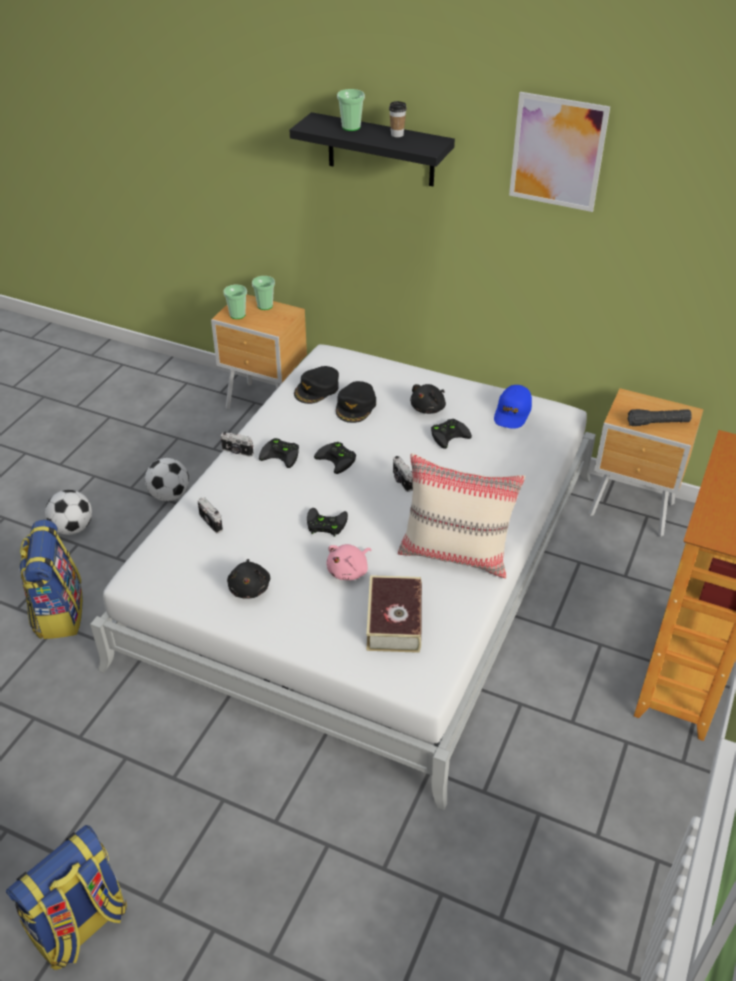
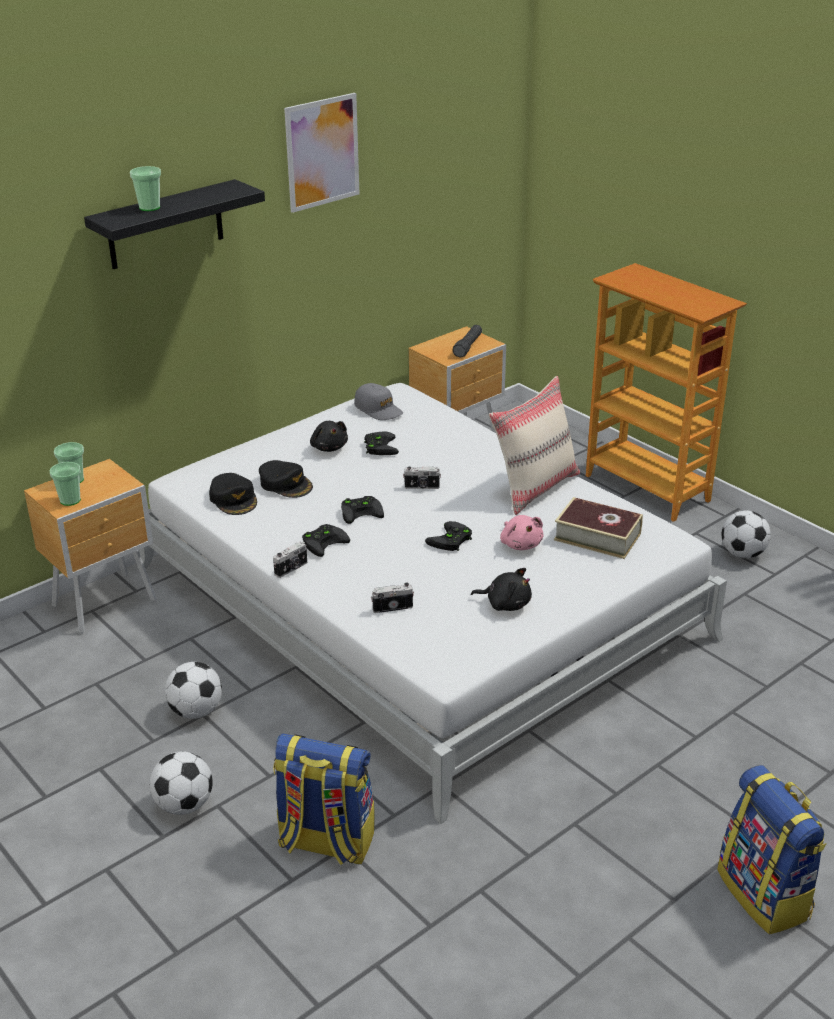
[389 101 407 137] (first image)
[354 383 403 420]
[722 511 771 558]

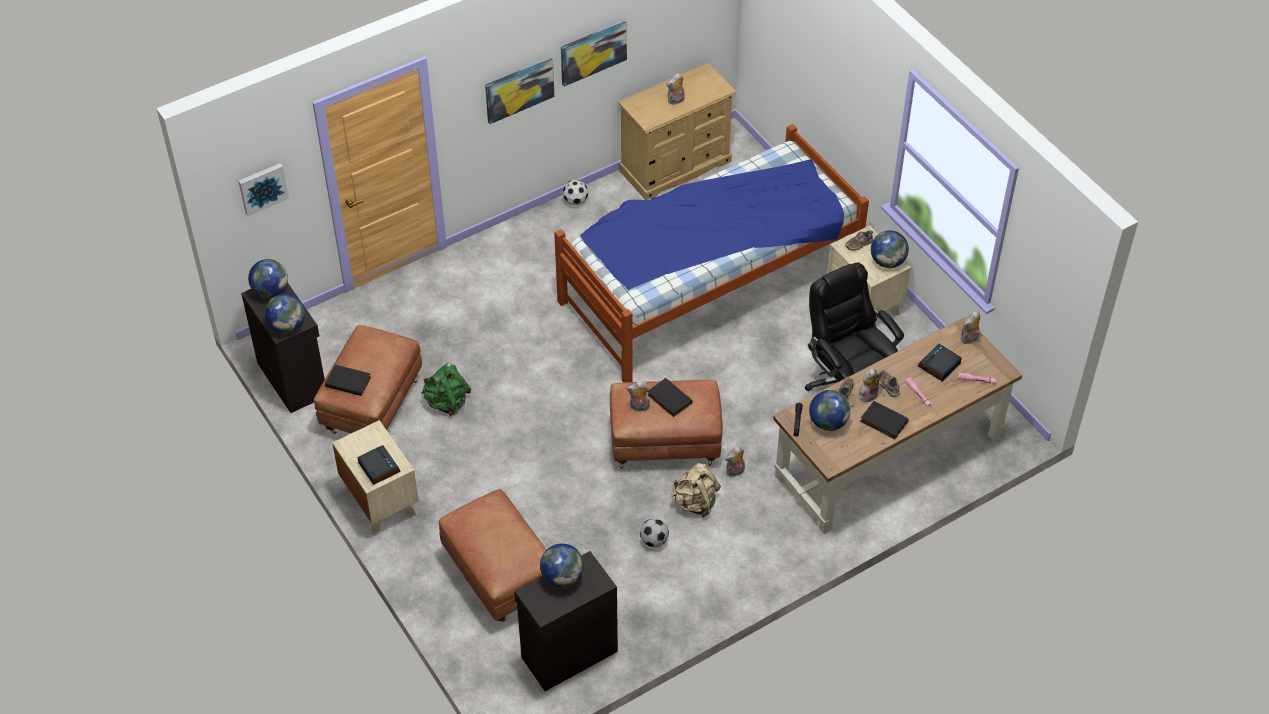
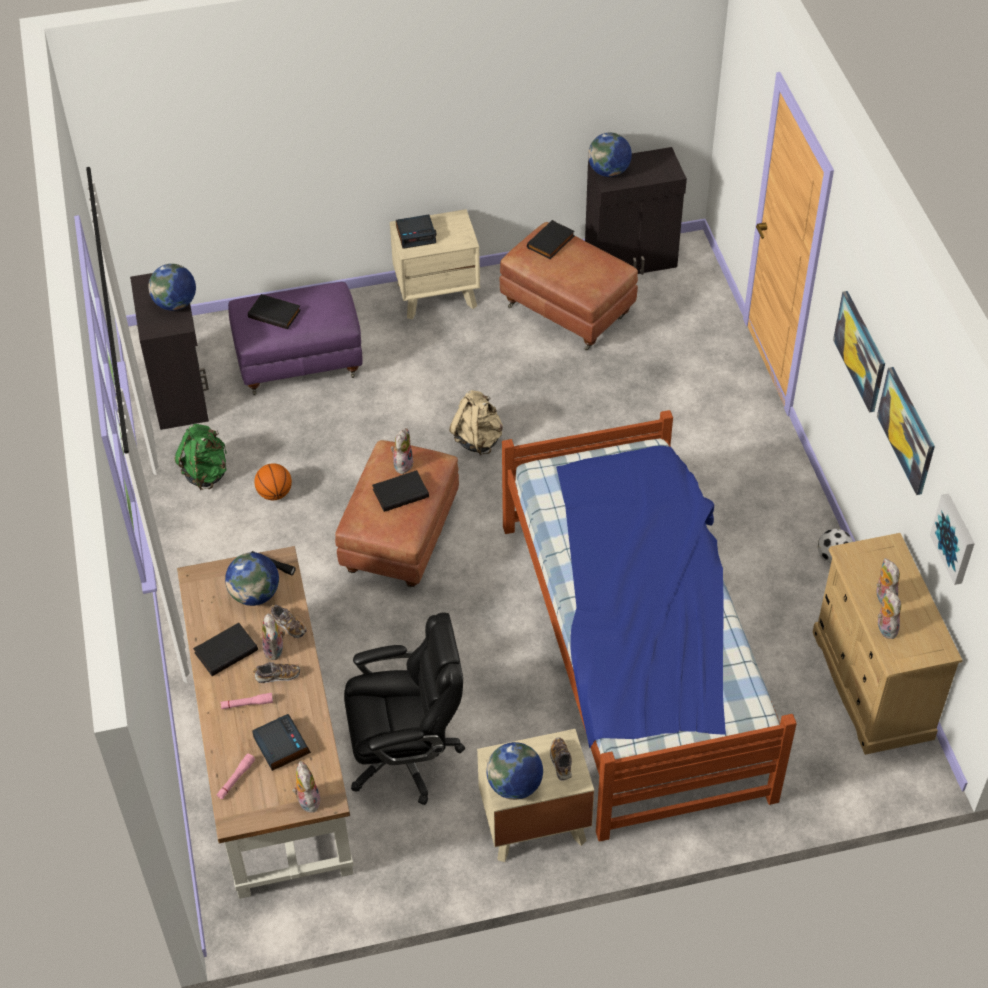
[930 493 975 585]
[248 259 288 298] (first image)
[175 424 227 490]
[228 282 363 395]
[254 463 292 500]
[450 390 503 455]
[878 589 901 639]
[248 294 301 329]

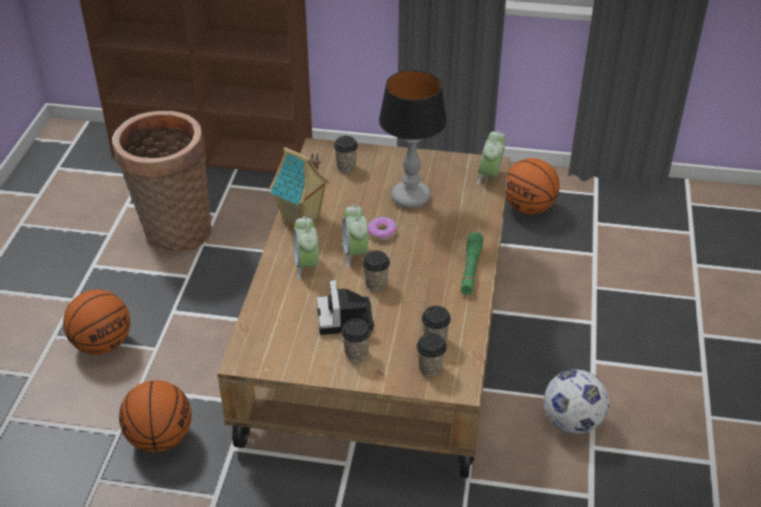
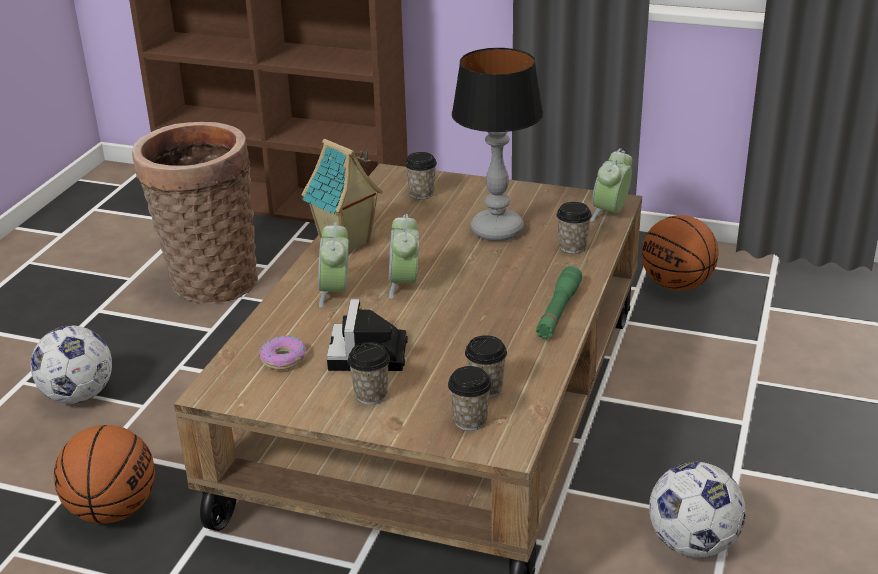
[31 325 112 404]
[557 202 592 254]
[259 335 306 370]

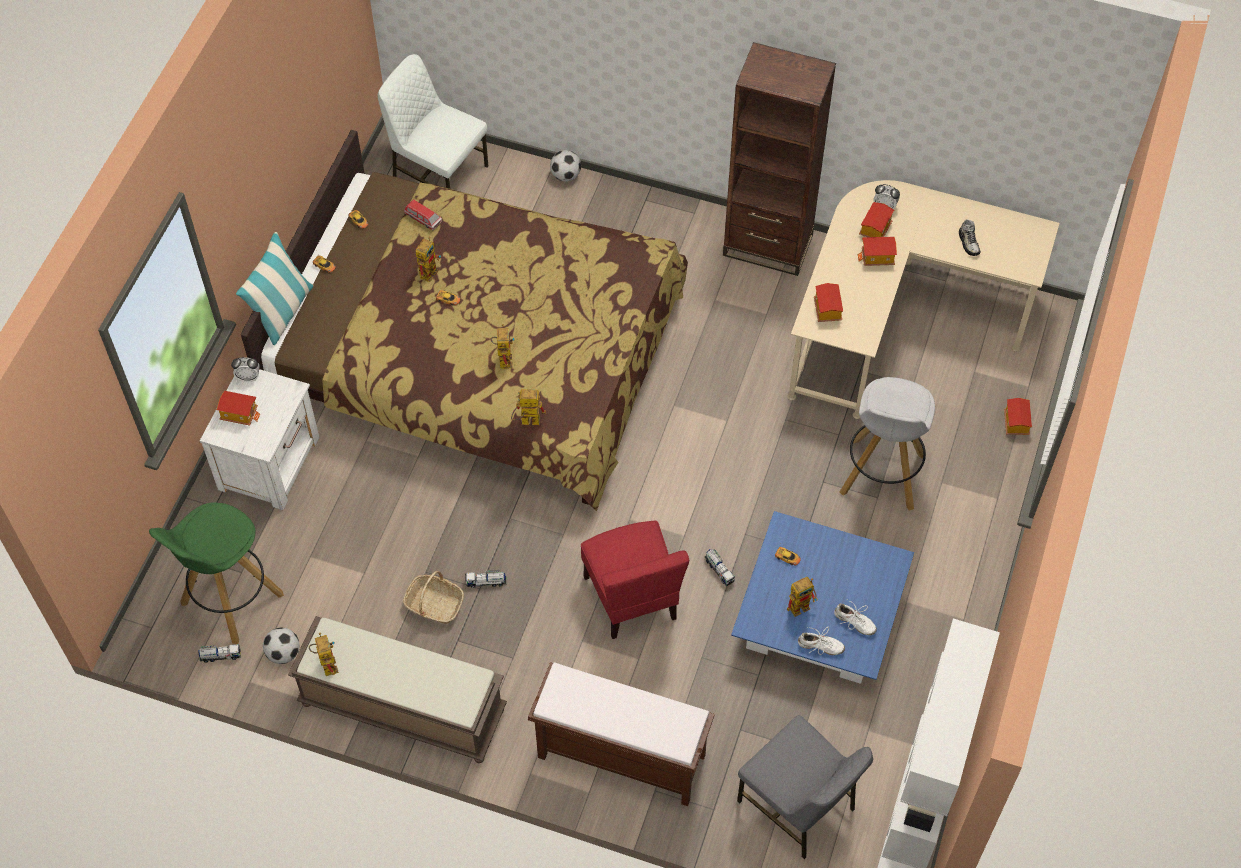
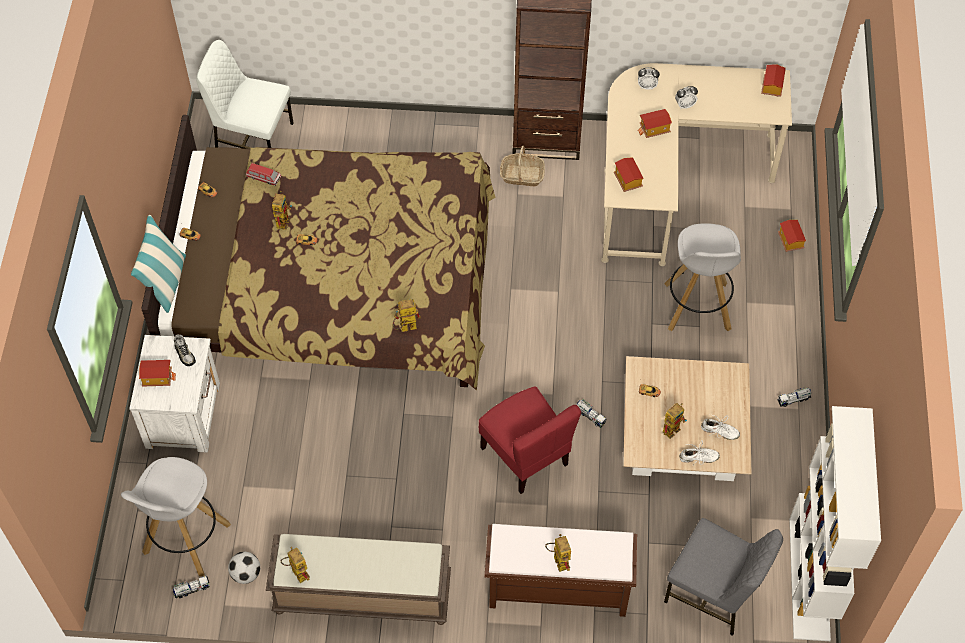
[121 457 231 576]
[675 86 698 109]
[500 146 545 186]
[778 387 811 407]
[545 534 571 572]
[550 150 581 182] (first image)
[623 356 752 481]
[761 64 786 97]
[174 335 196 366]

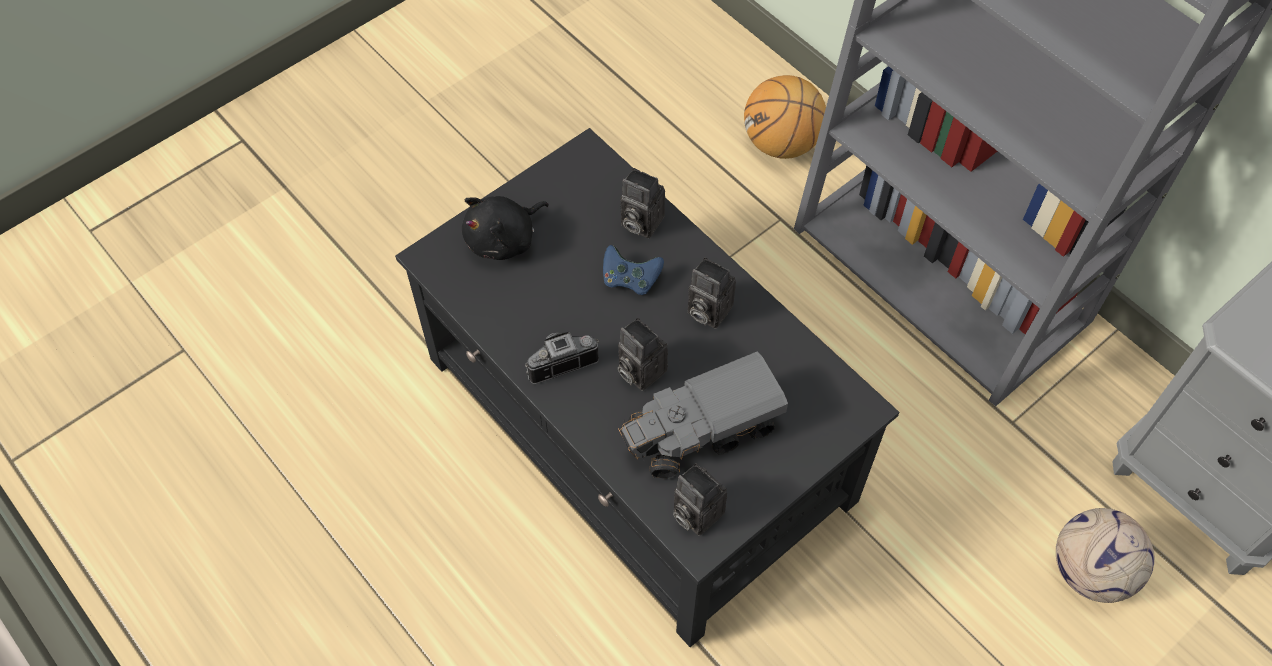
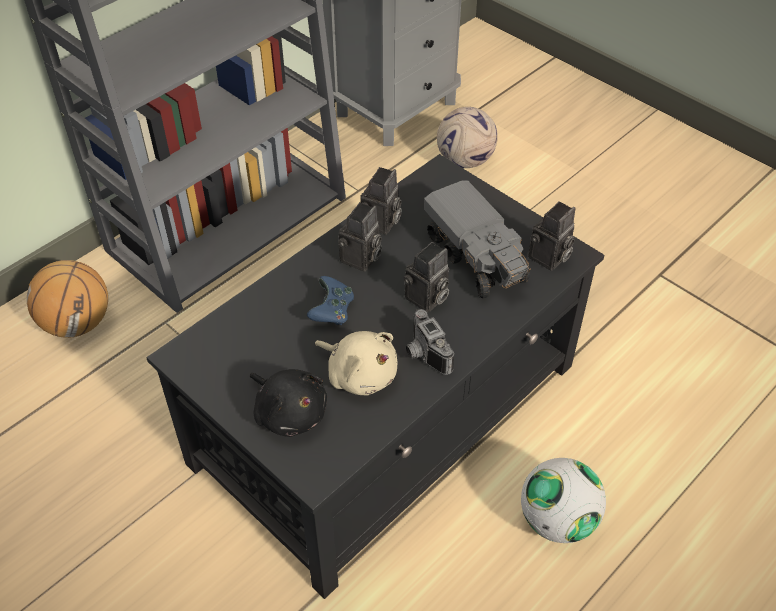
[360 167 402 235]
[315 331 398 396]
[521 458 606 543]

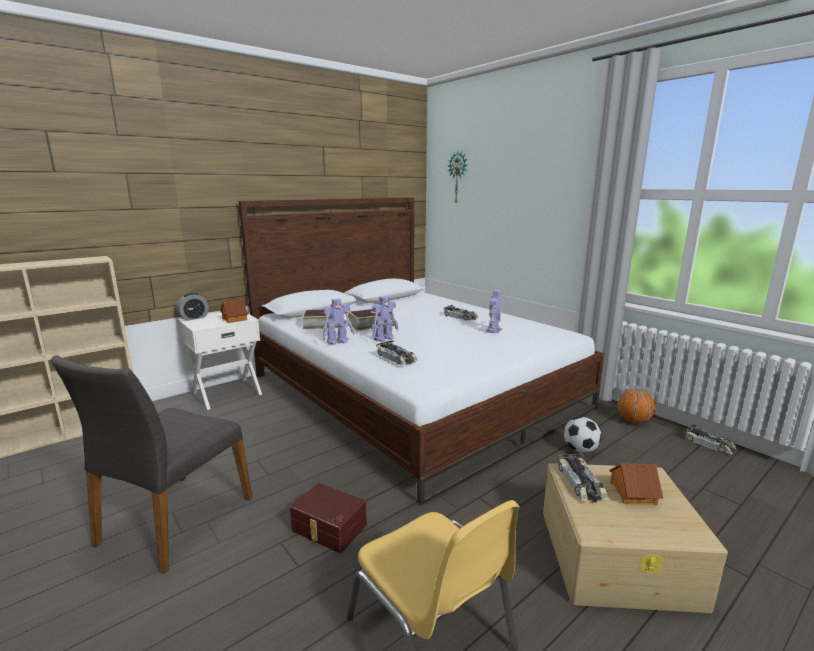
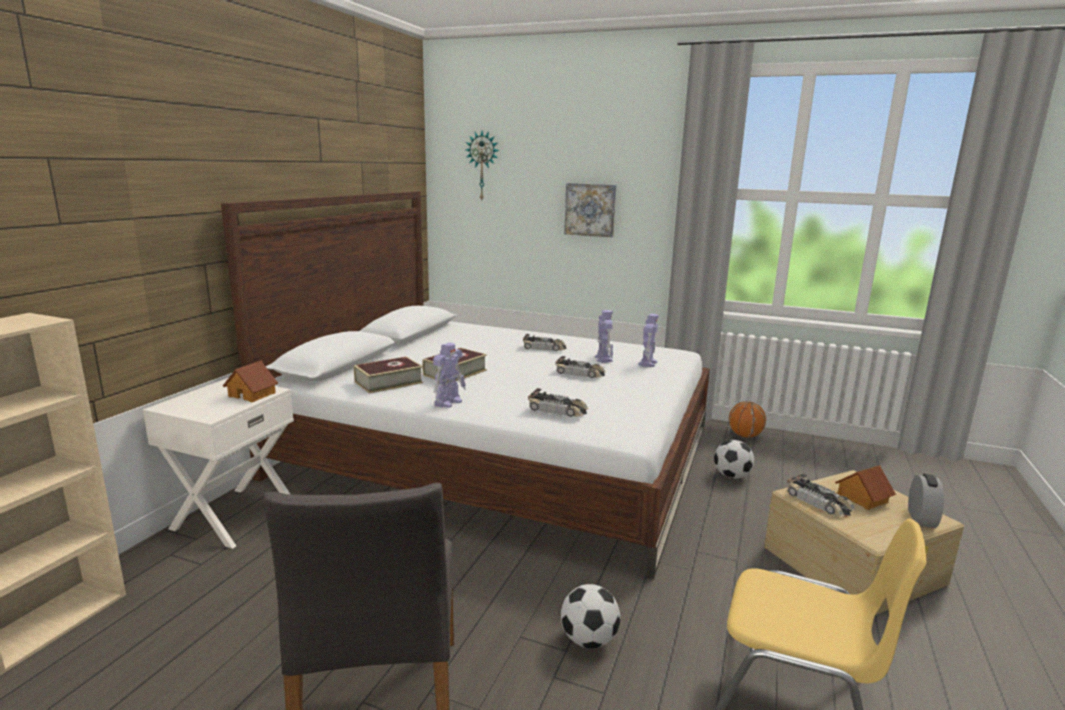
[908 474 944 528]
[561 584 620 648]
[638 314 659 367]
[556 356 606 378]
[564 183 617 237]

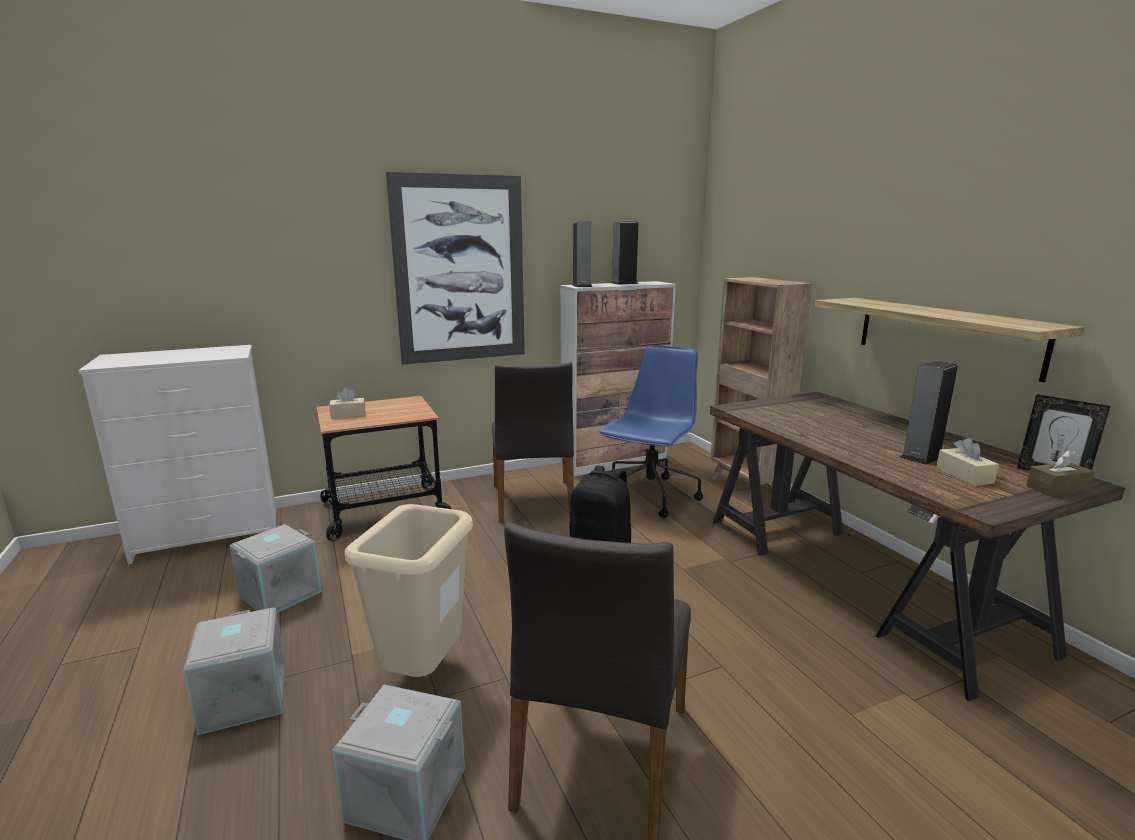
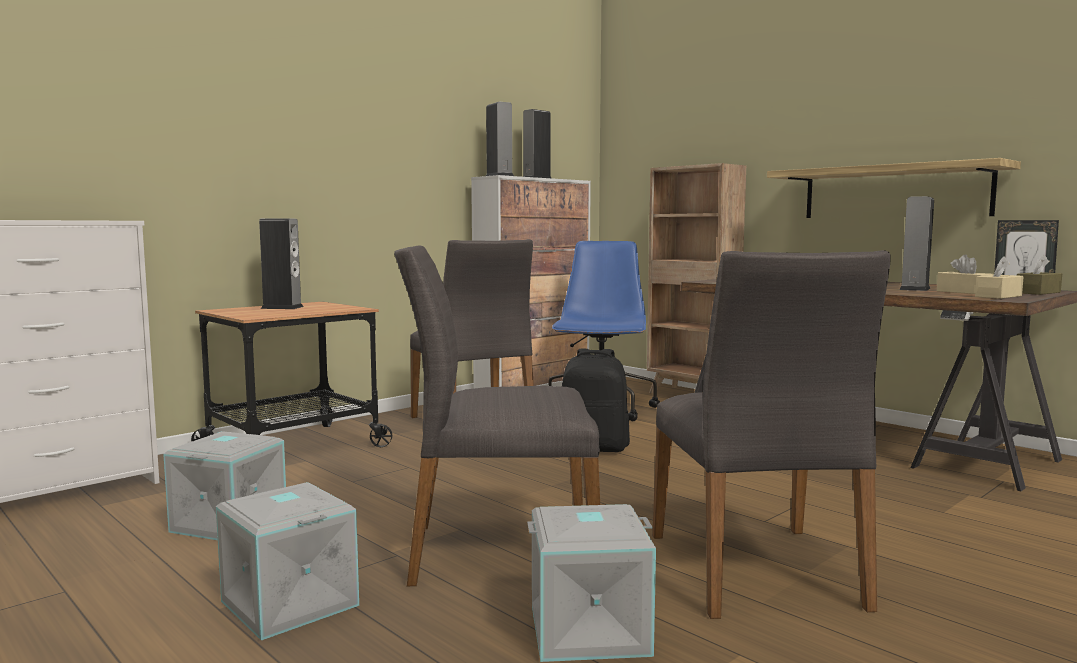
[975 256 1024 299]
[394 246 600 586]
[386 172 525 365] (first image)
[259 219 304 309]

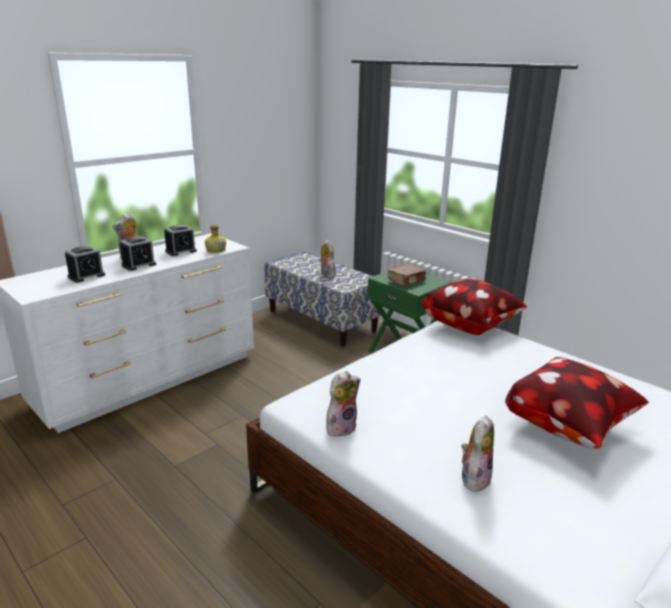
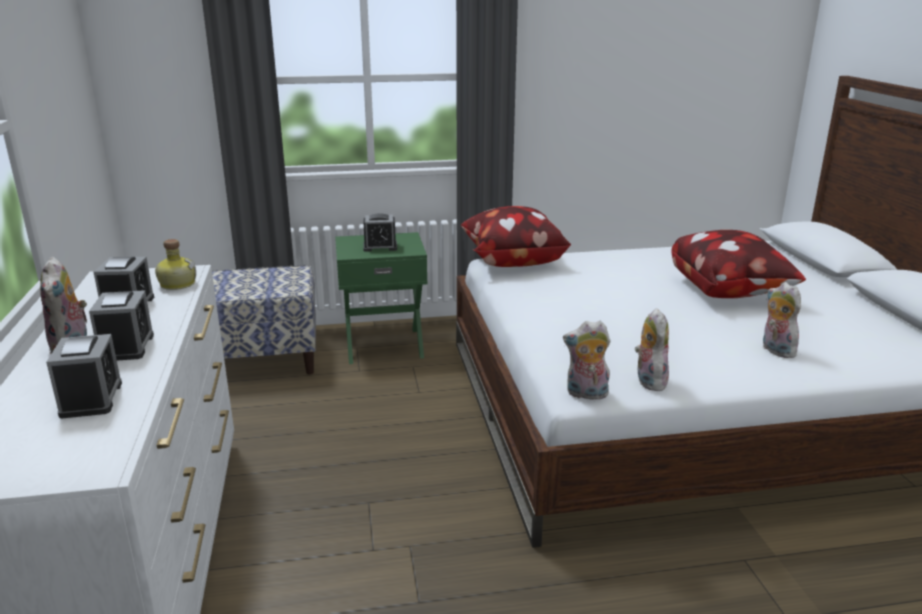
[563 321 611 400]
[363 213 397 252]

